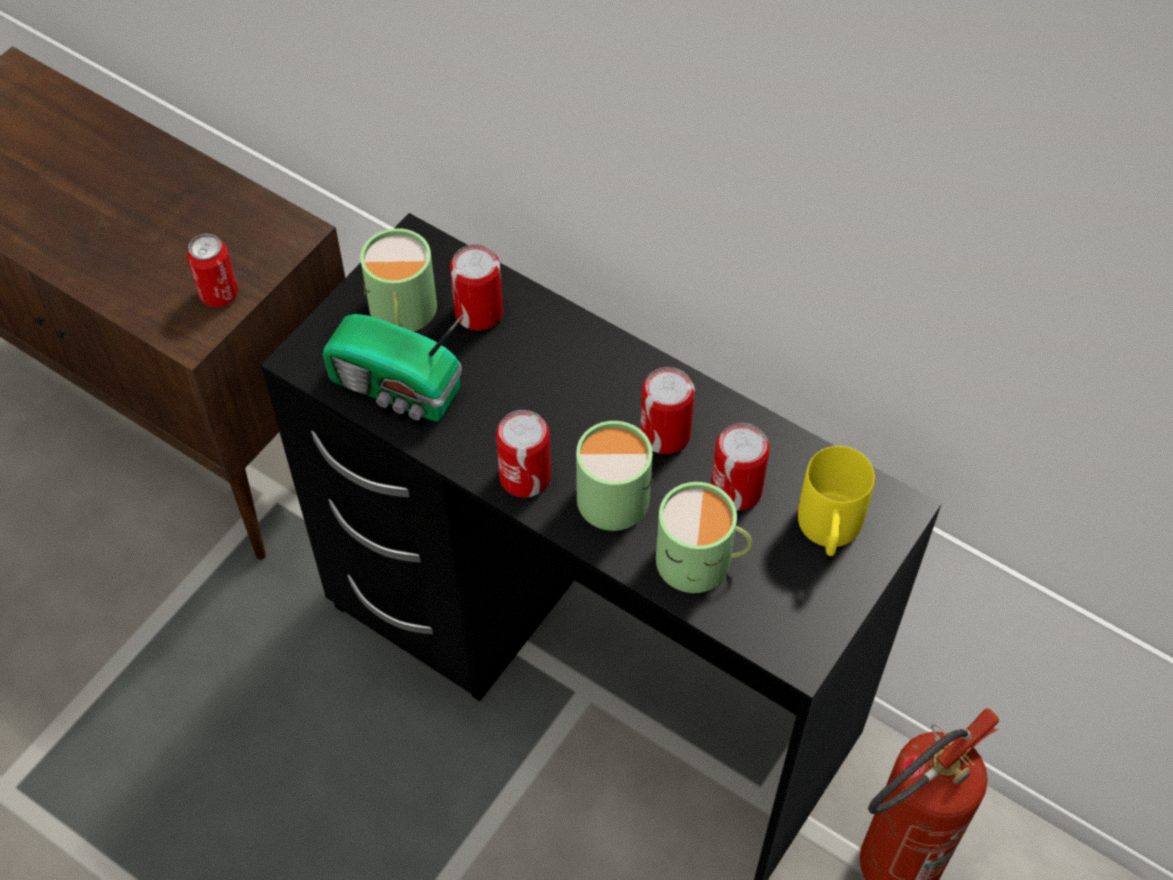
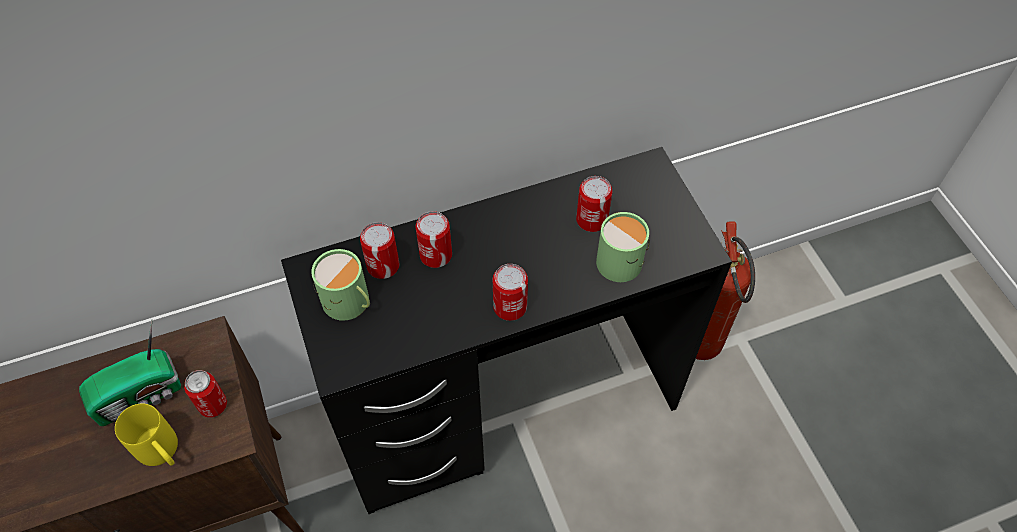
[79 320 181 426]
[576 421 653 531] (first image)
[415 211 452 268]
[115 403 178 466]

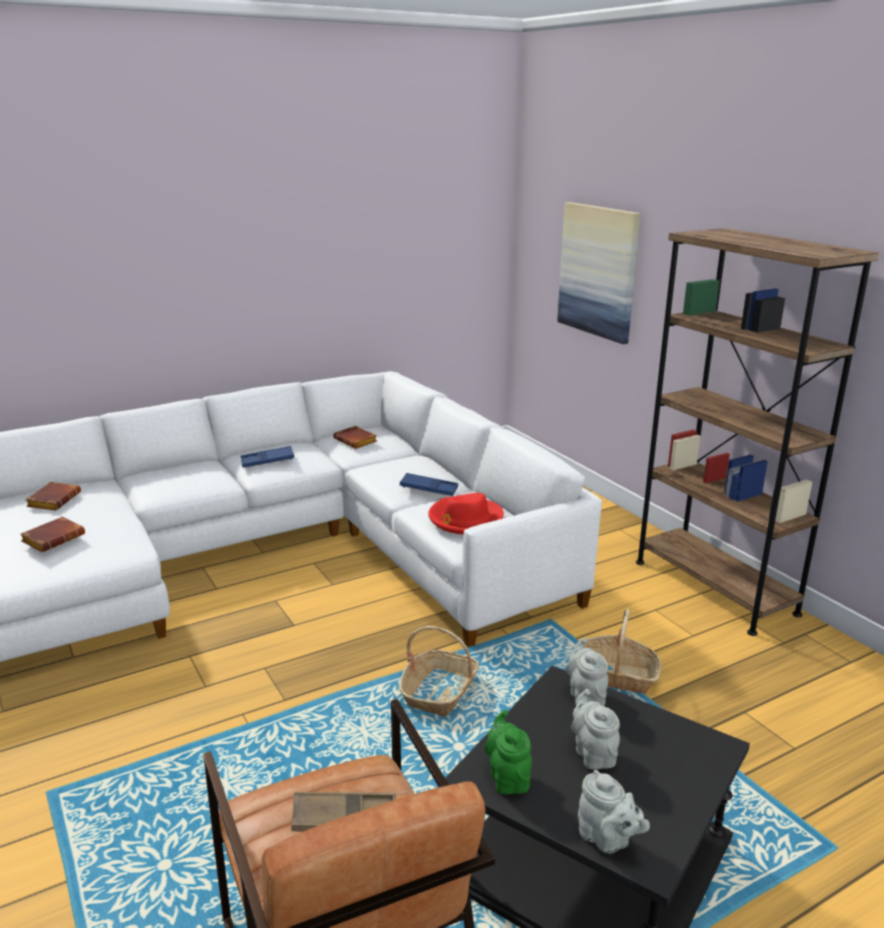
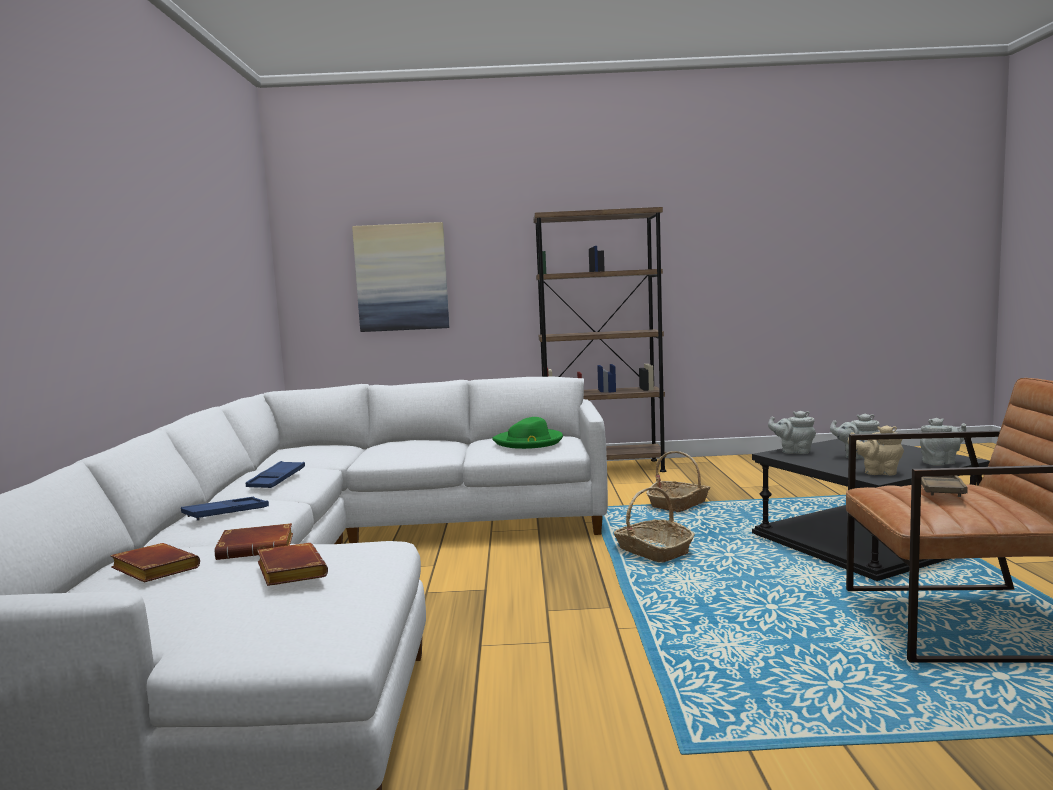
[215 523 293 560]
[181 497 269 521]
[492 417 563 449]
[847 425 904 475]

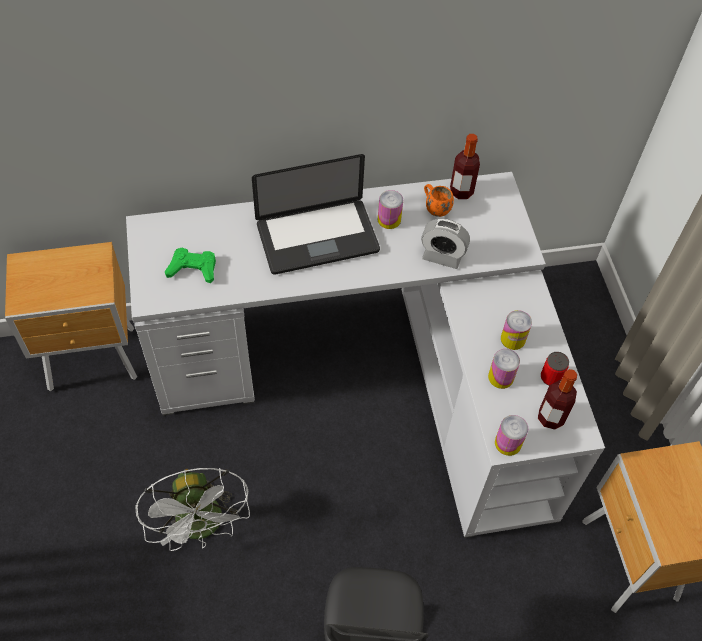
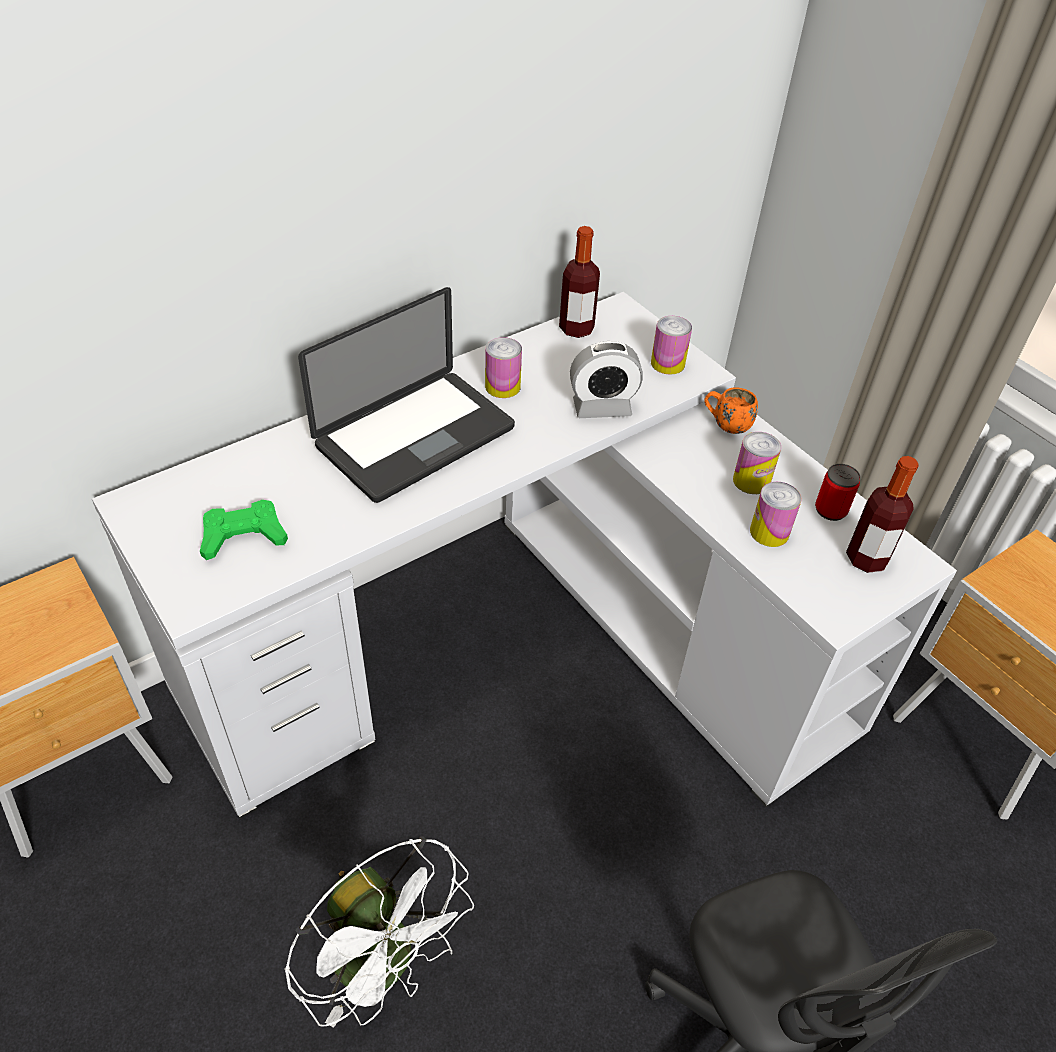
[705 387 758 434]
[651 316 692 375]

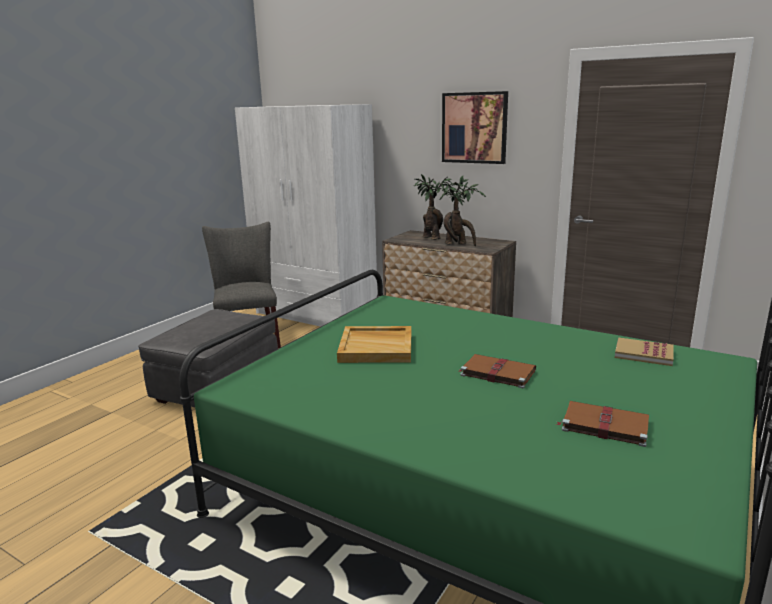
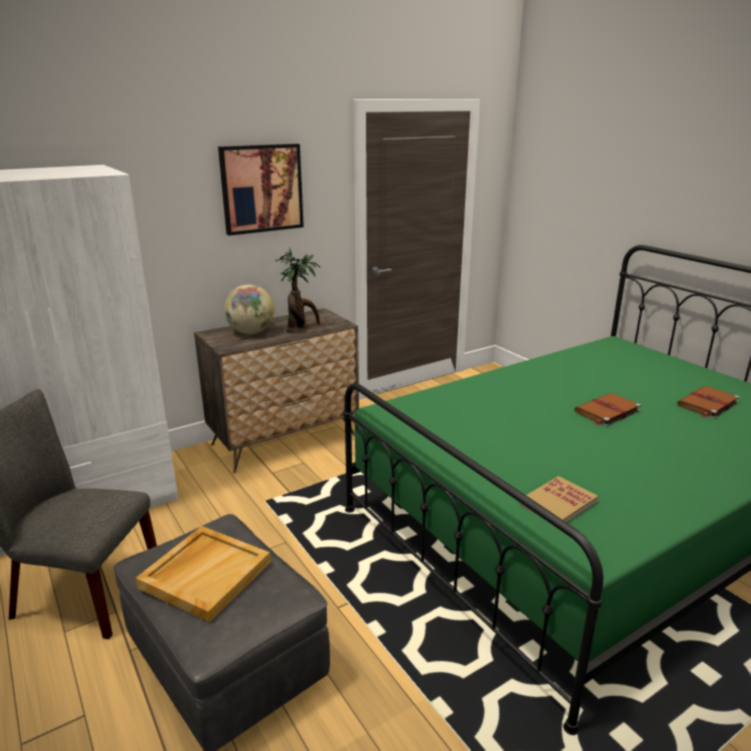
[136 526 271 622]
[224 284 274 334]
[520 476 598 523]

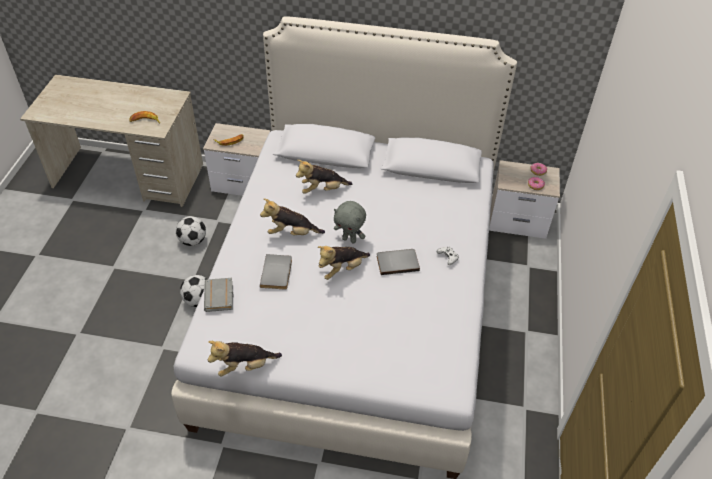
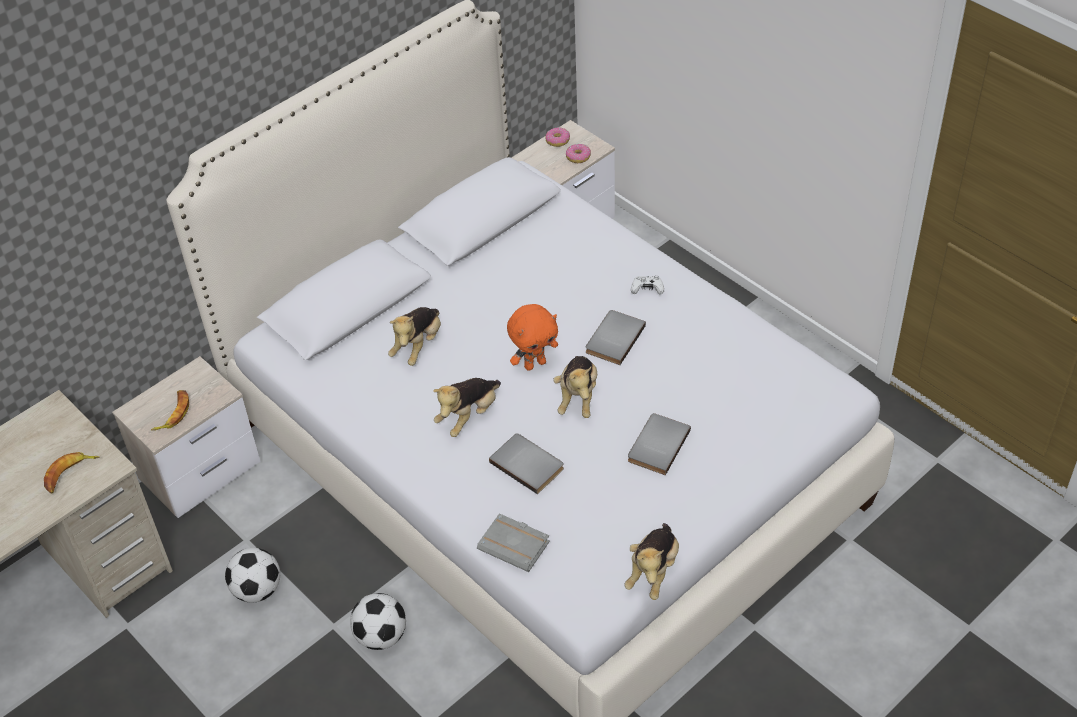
[507 304 558 371]
[628 413 691 475]

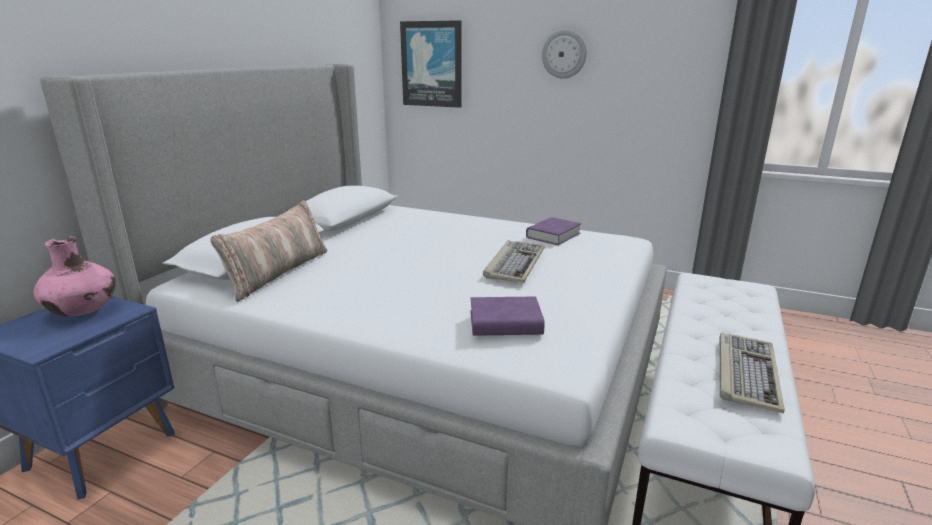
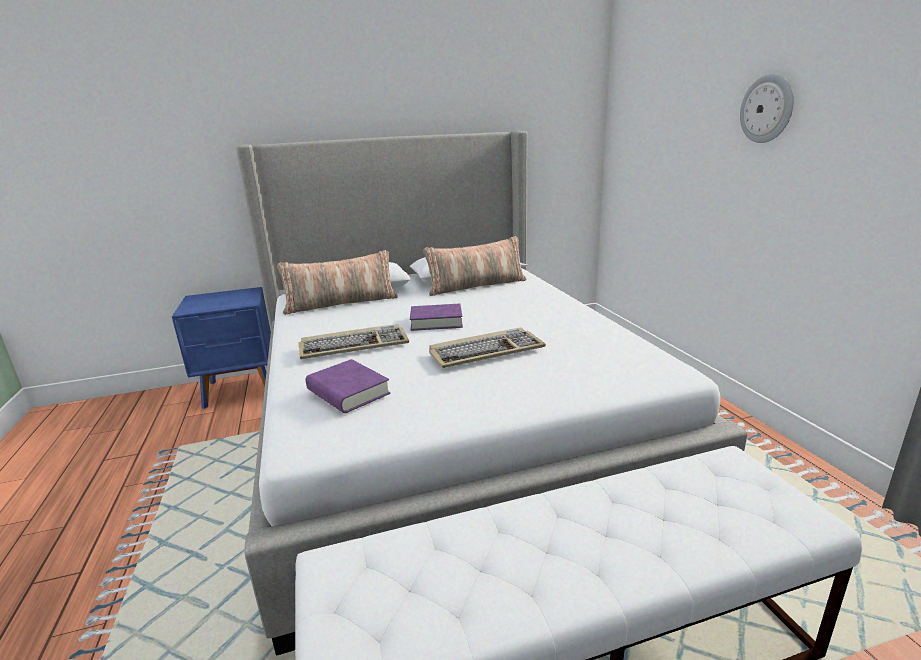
[33 236 116 316] (first image)
[400 20 462 108] (first image)
[410 304 463 331]
[299 324 409 359]
[423 236 526 296]

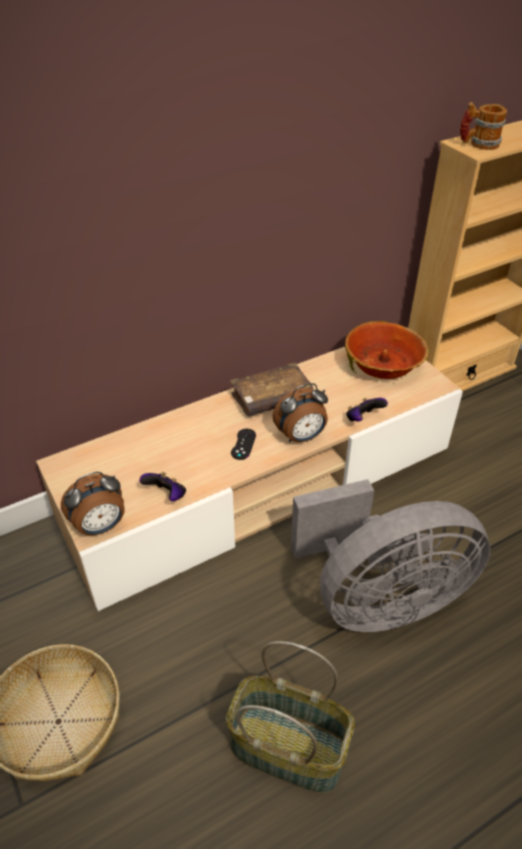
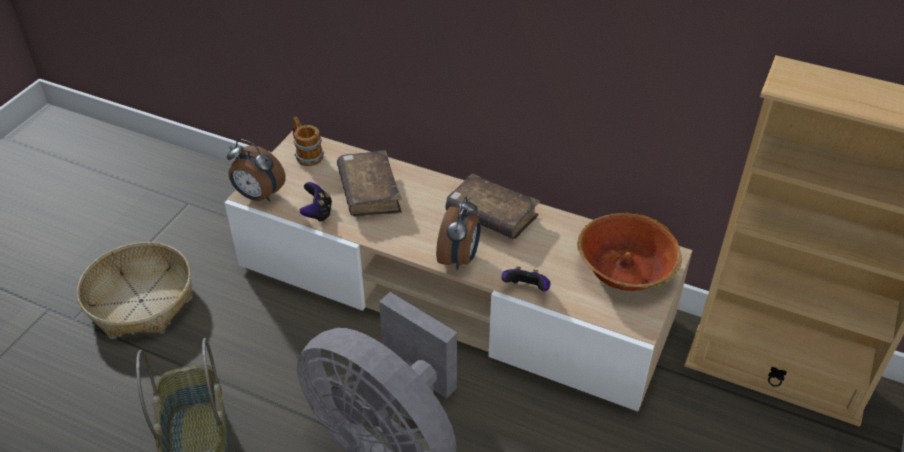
[231 429 256 460] (first image)
[436 197 481 270]
[292 117 324 166]
[337 151 402 217]

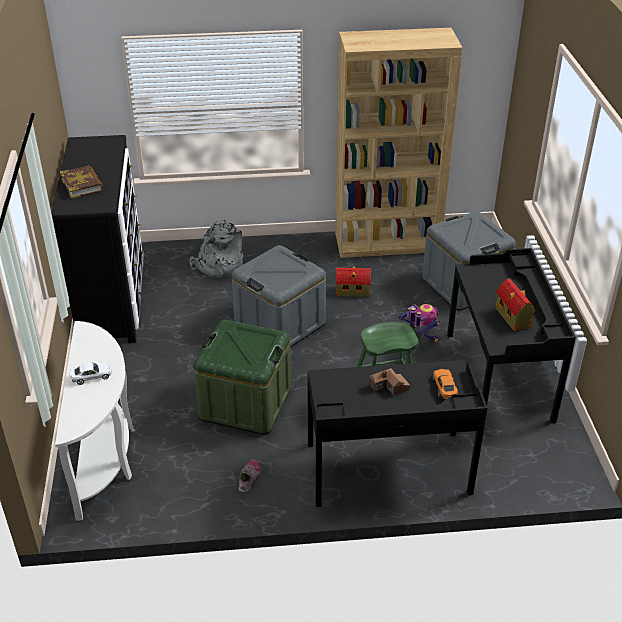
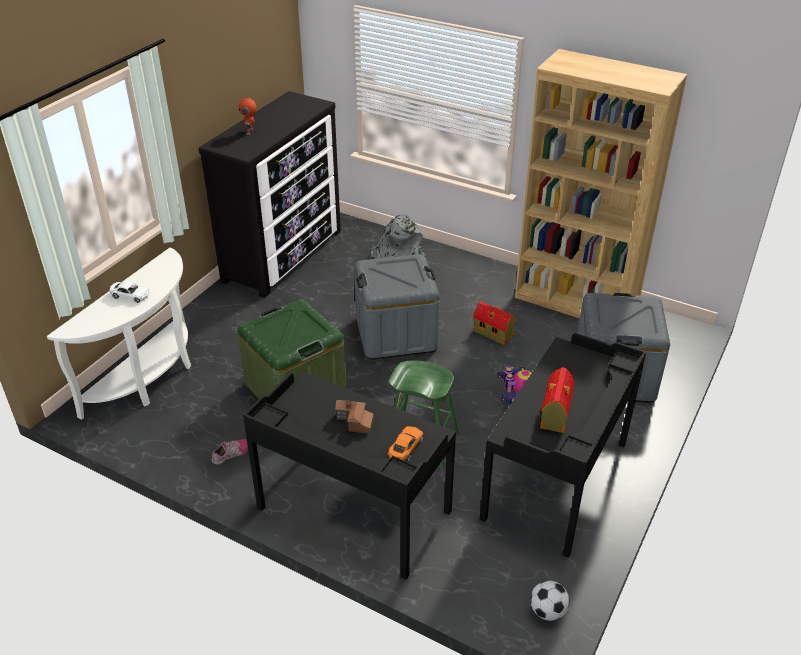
[239 93 257 135]
[530 580 569 621]

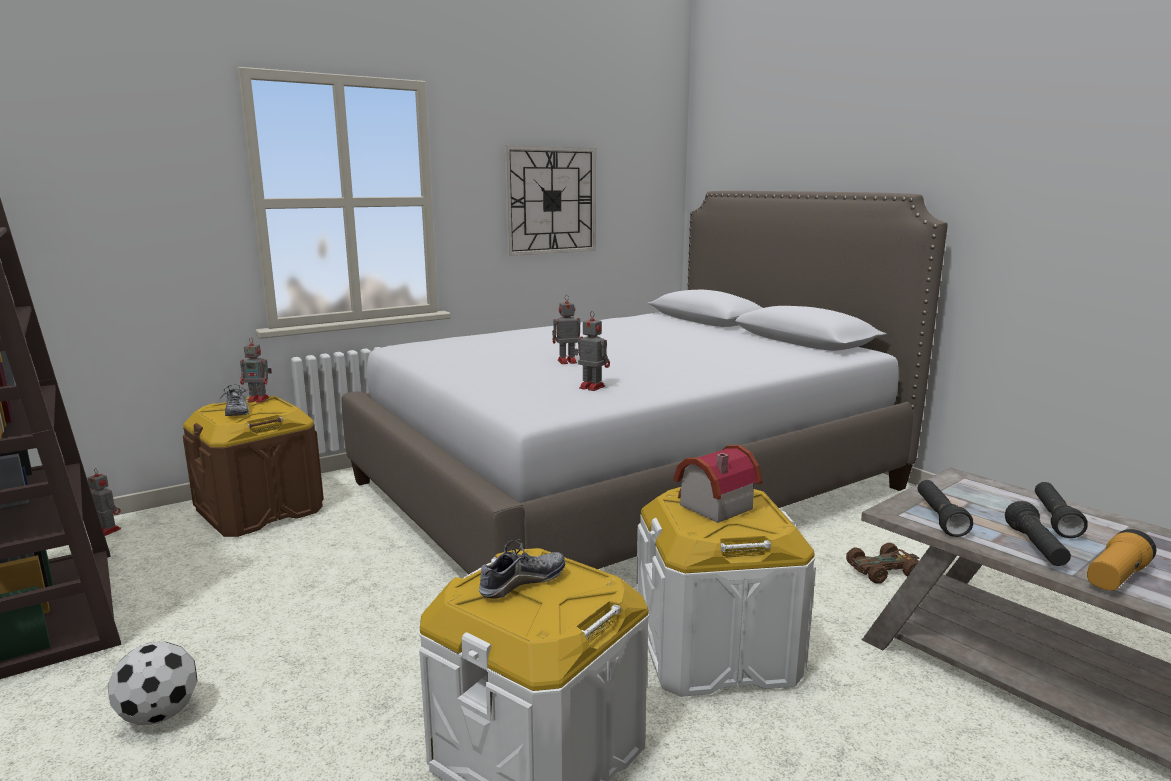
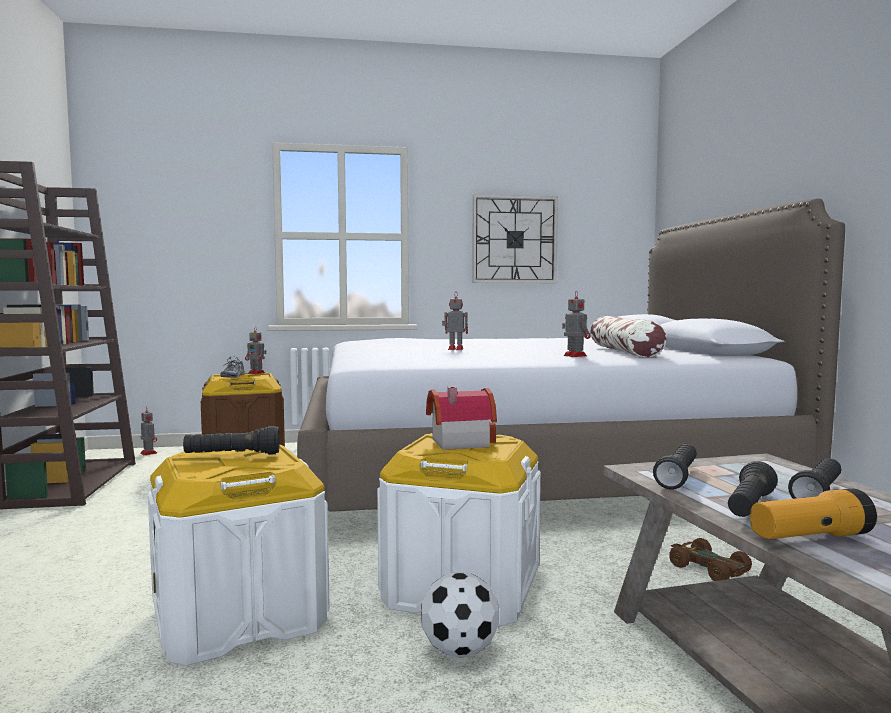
[421 572 499 658]
[183 426 279 455]
[562 292 591 357]
[669 538 752 581]
[590 316 667 357]

